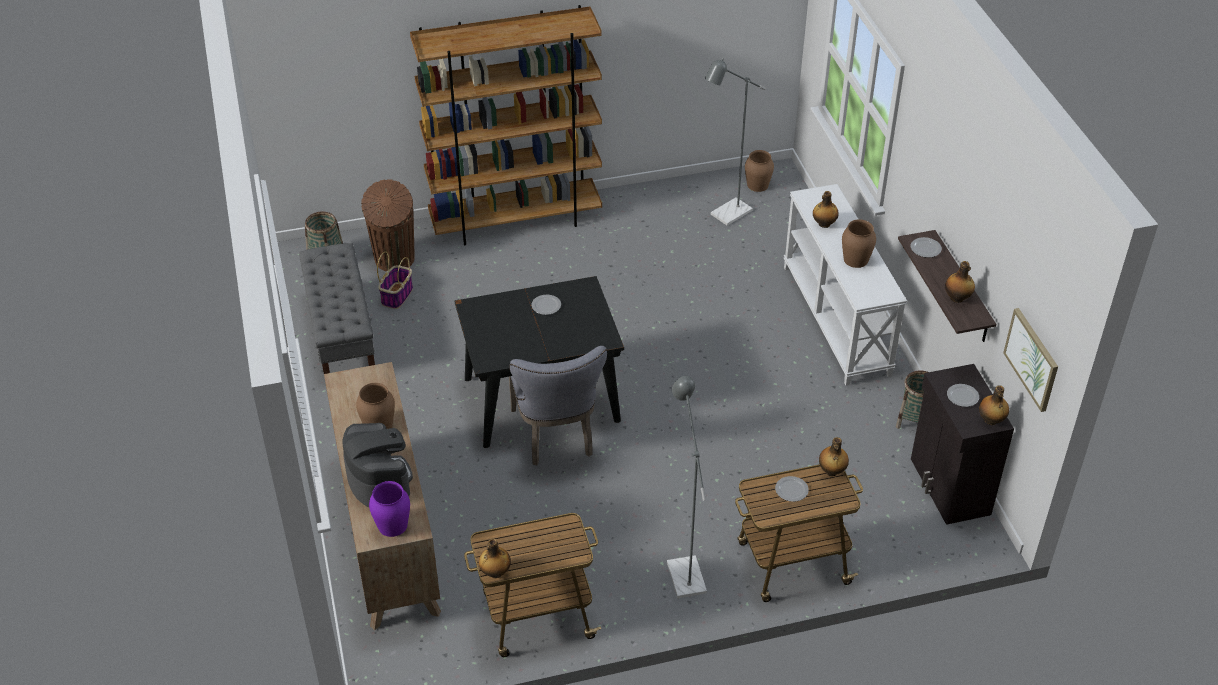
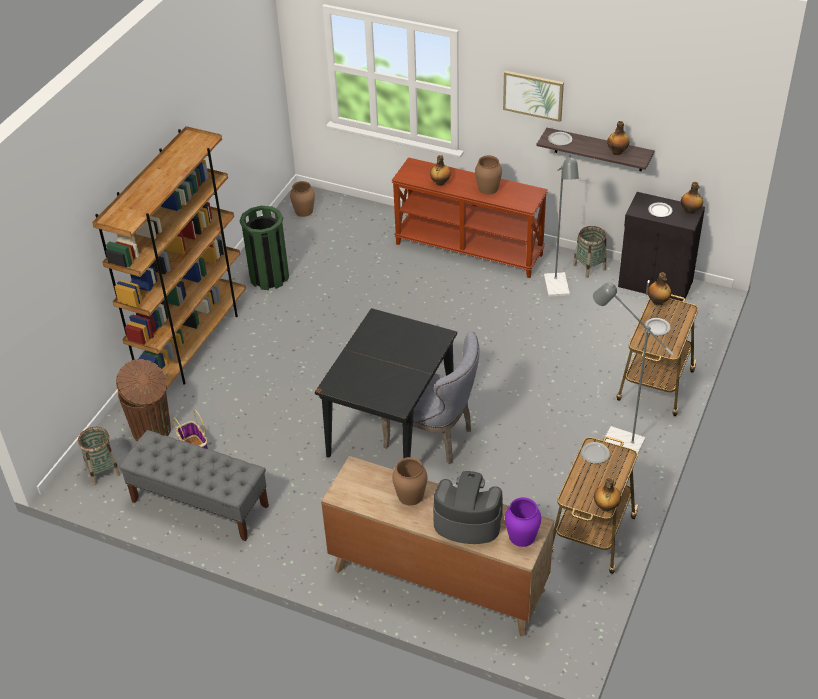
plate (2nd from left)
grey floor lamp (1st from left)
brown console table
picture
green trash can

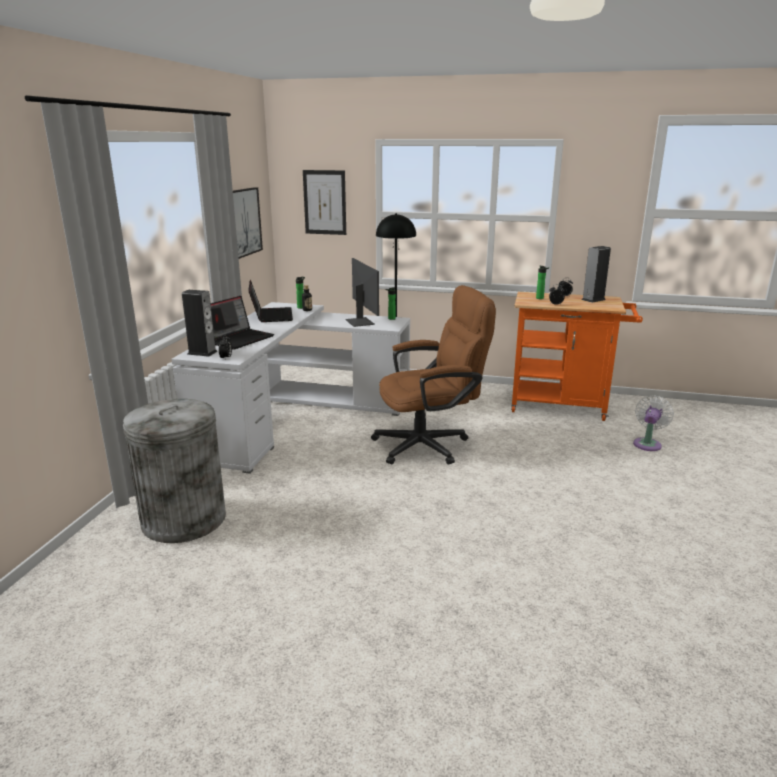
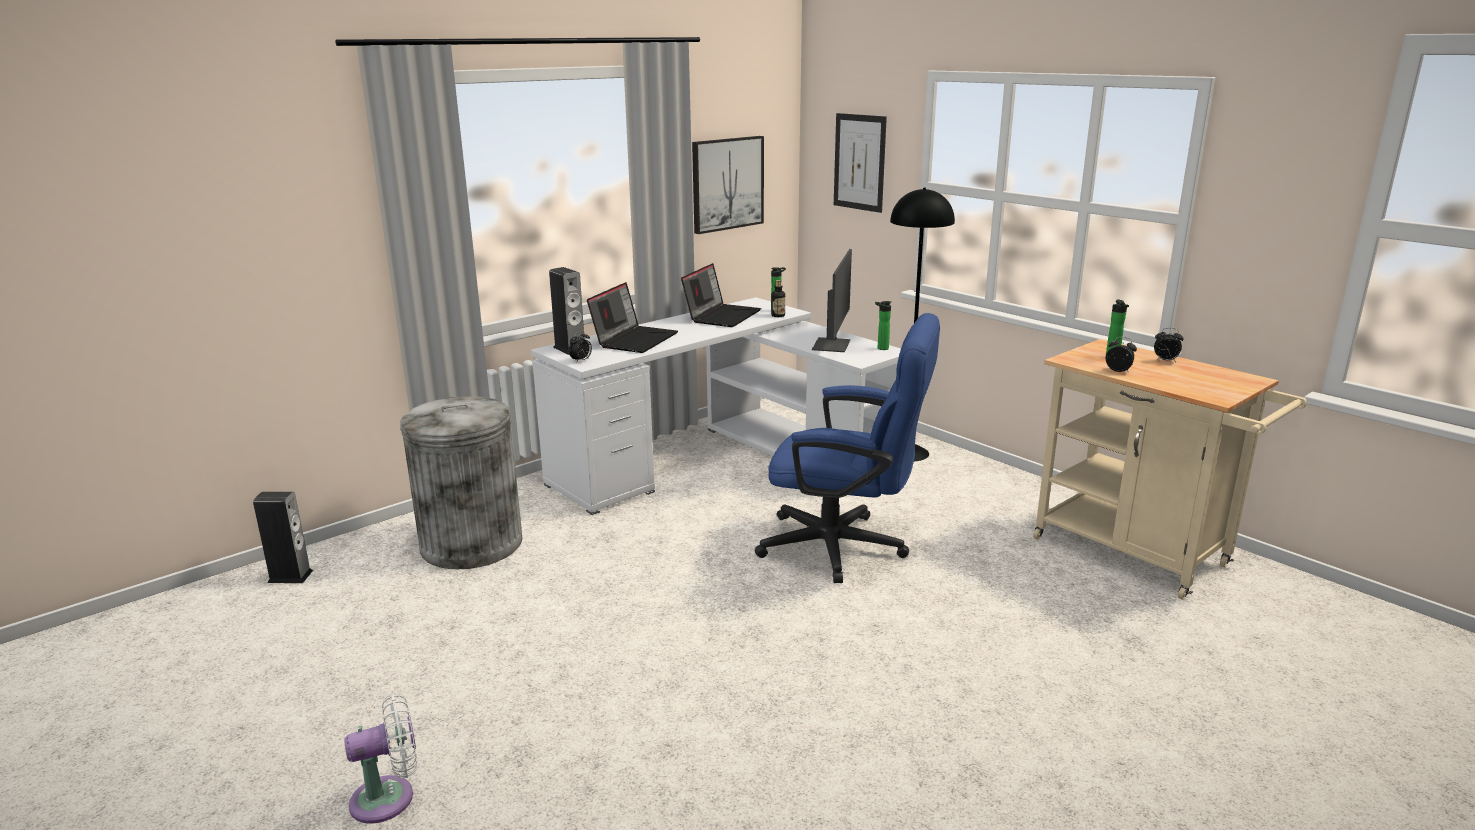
laptop (1st from left)
blue office chair
beige cart
speaker (1st from left)
white fan

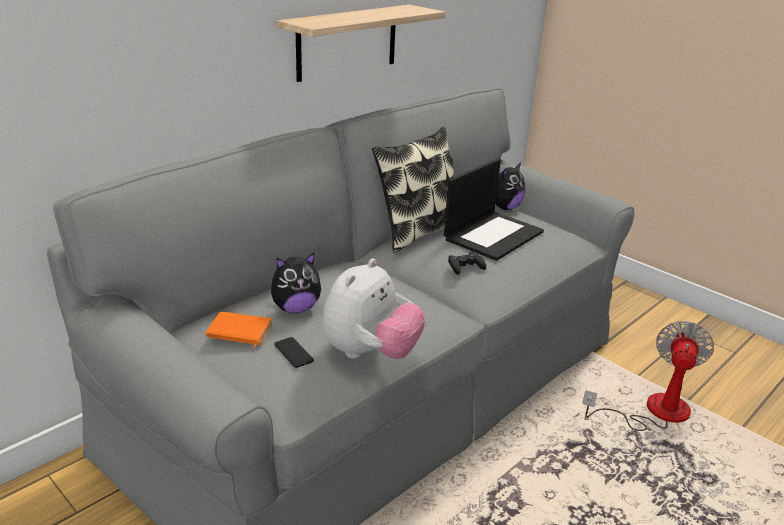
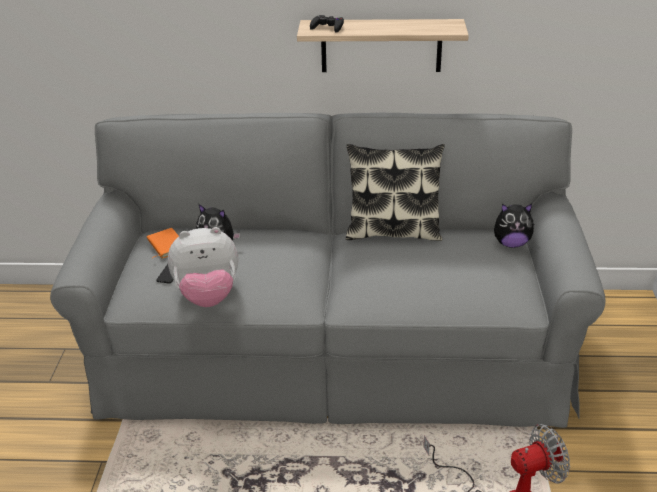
laptop
black game controller

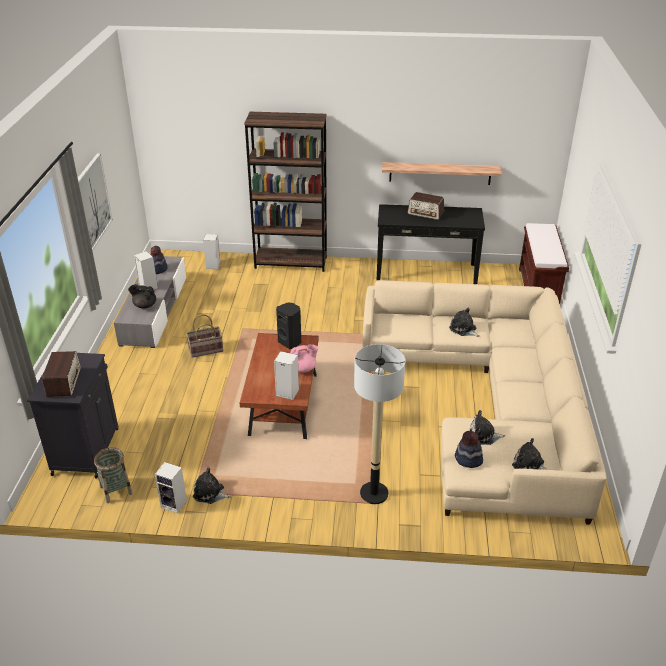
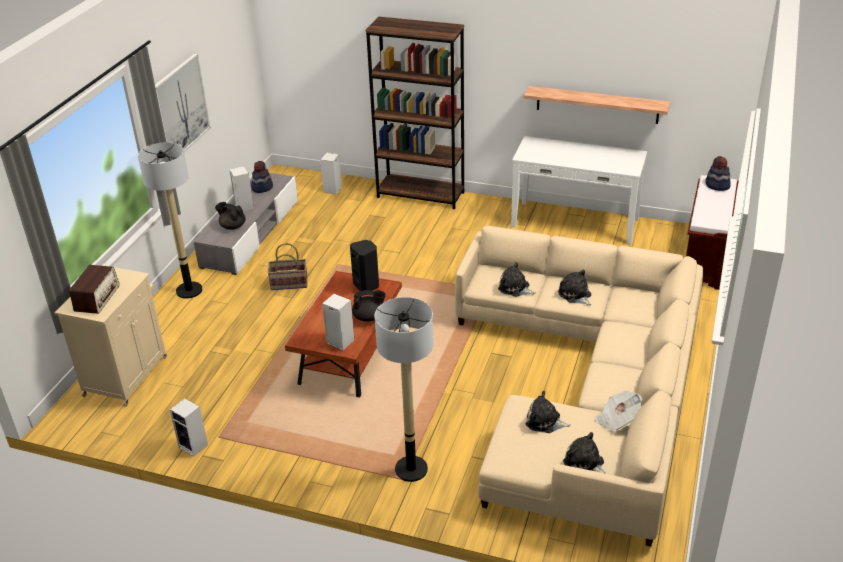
beige cabinet
basket (1st from left in the first image)
plush toy (1st from left)
black teapot (2nd from left)
white console table
radio (2nd from left in the first image)
hat (2nd from left)
floor lamp (1st from left)
newspaper

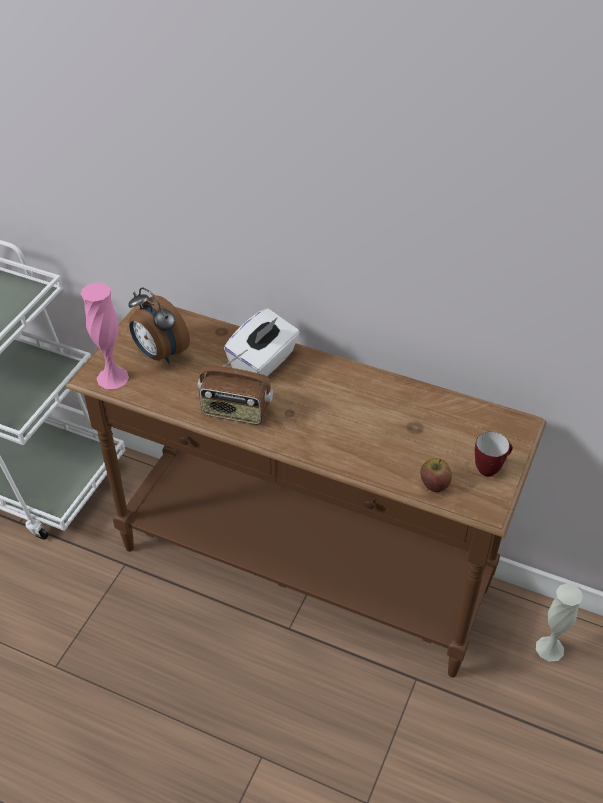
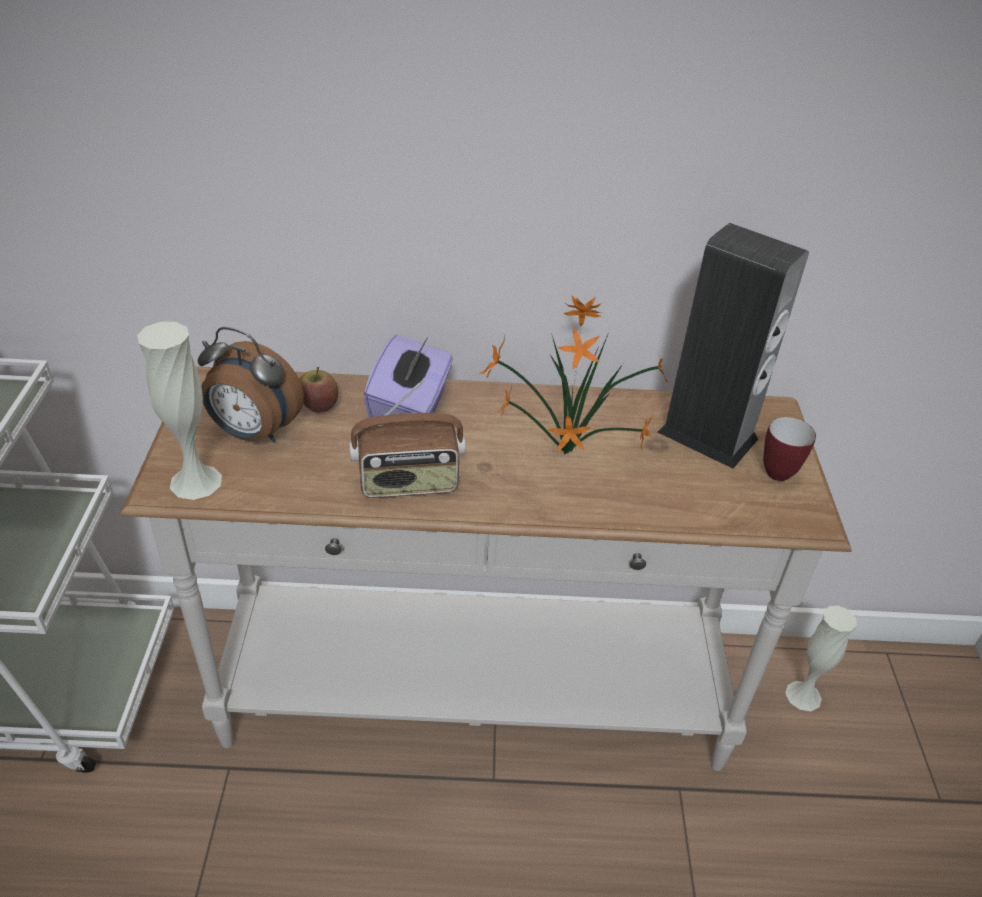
white console table
white vase (1st from left)
purple tissue box
apple
potted plant
speaker

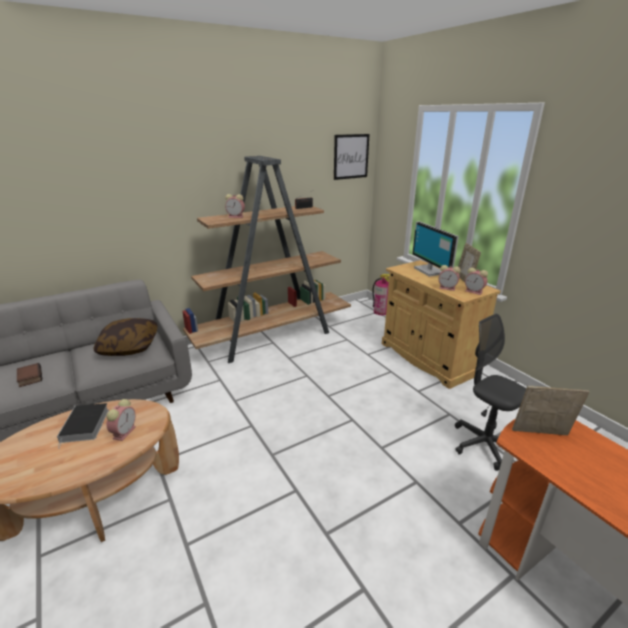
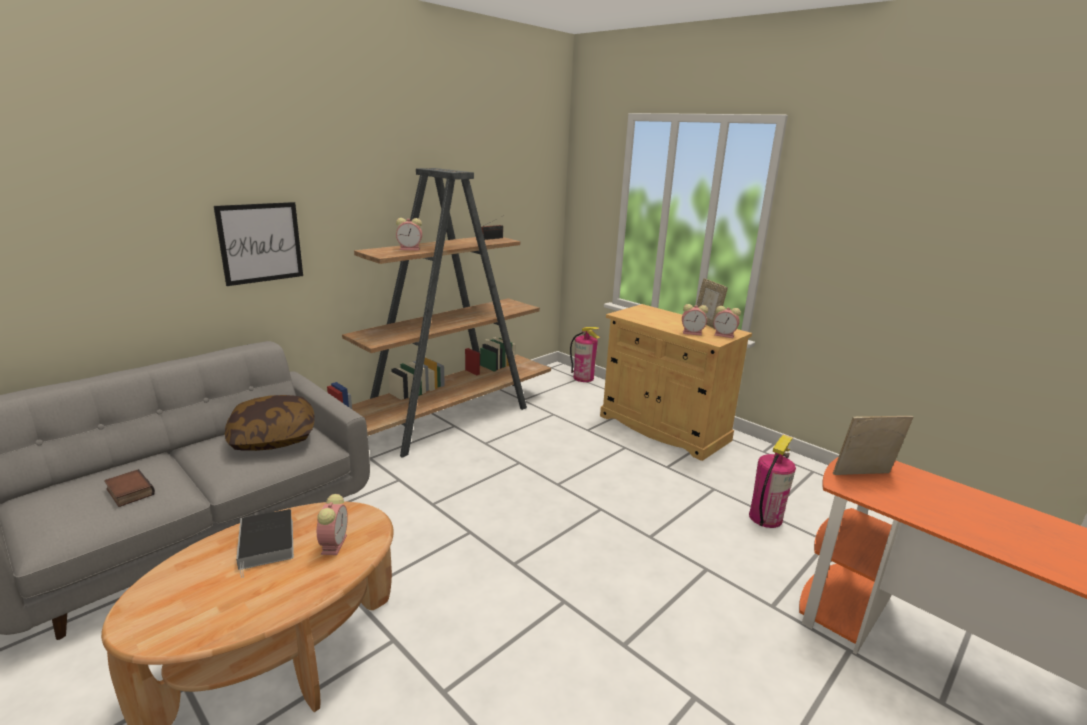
picture
monitor
fire extinguisher (2nd from left)

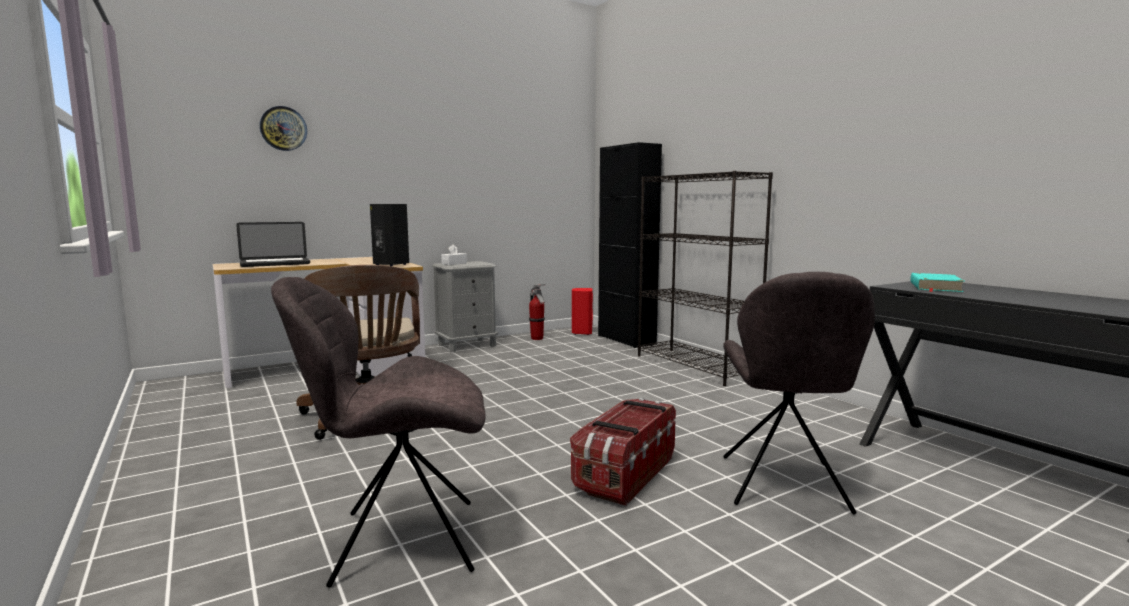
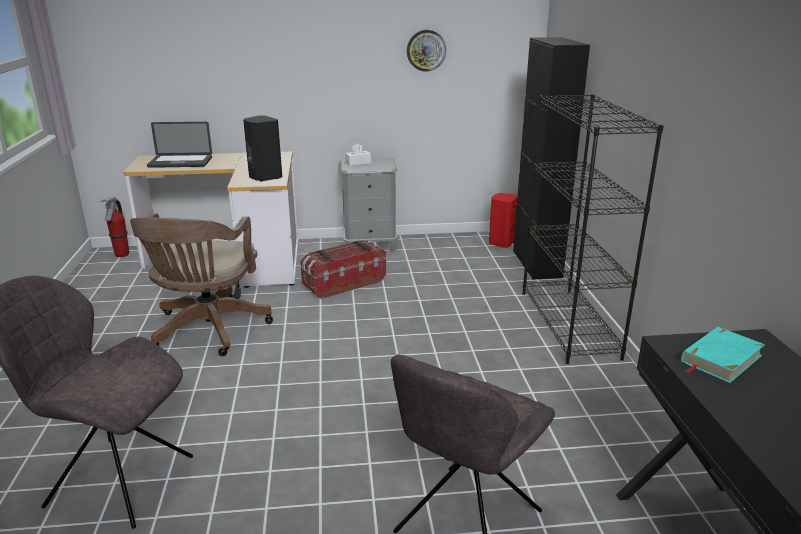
wall clock
fire extinguisher
storage box

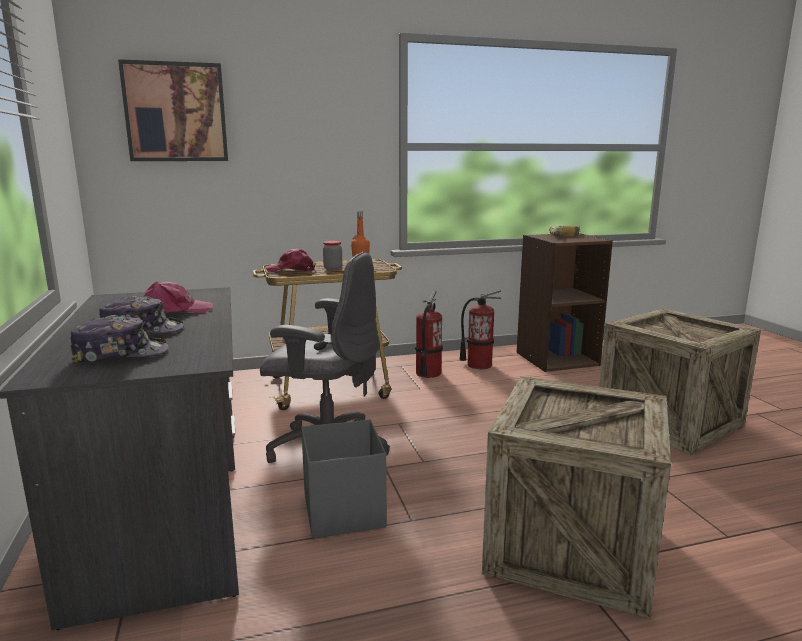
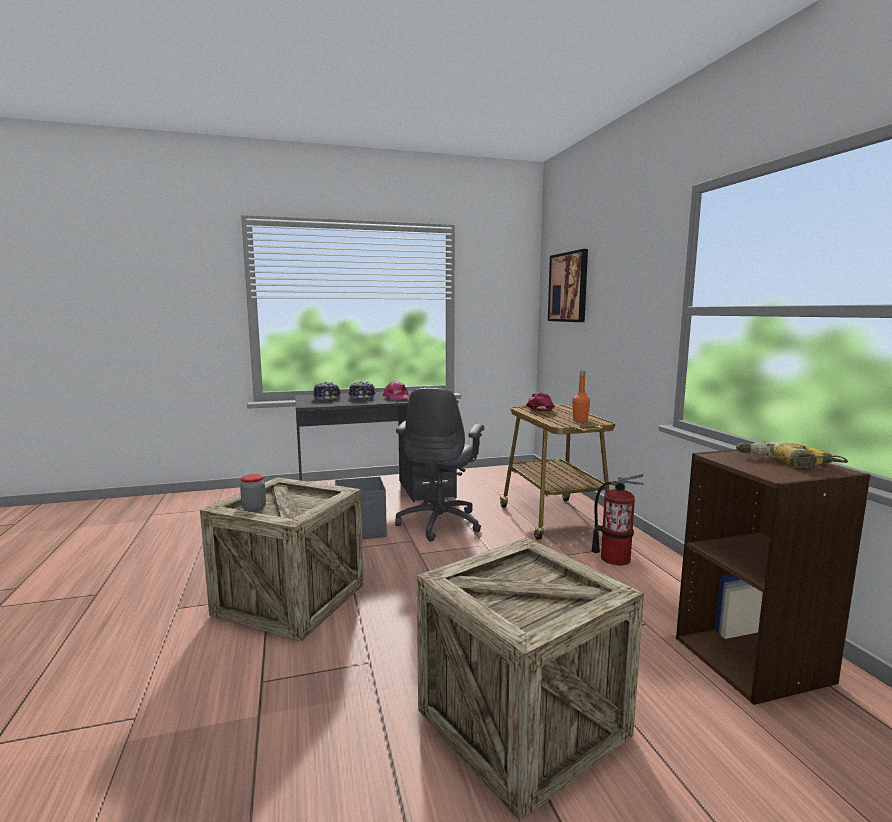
jar
fire extinguisher (2nd from left in the first image)

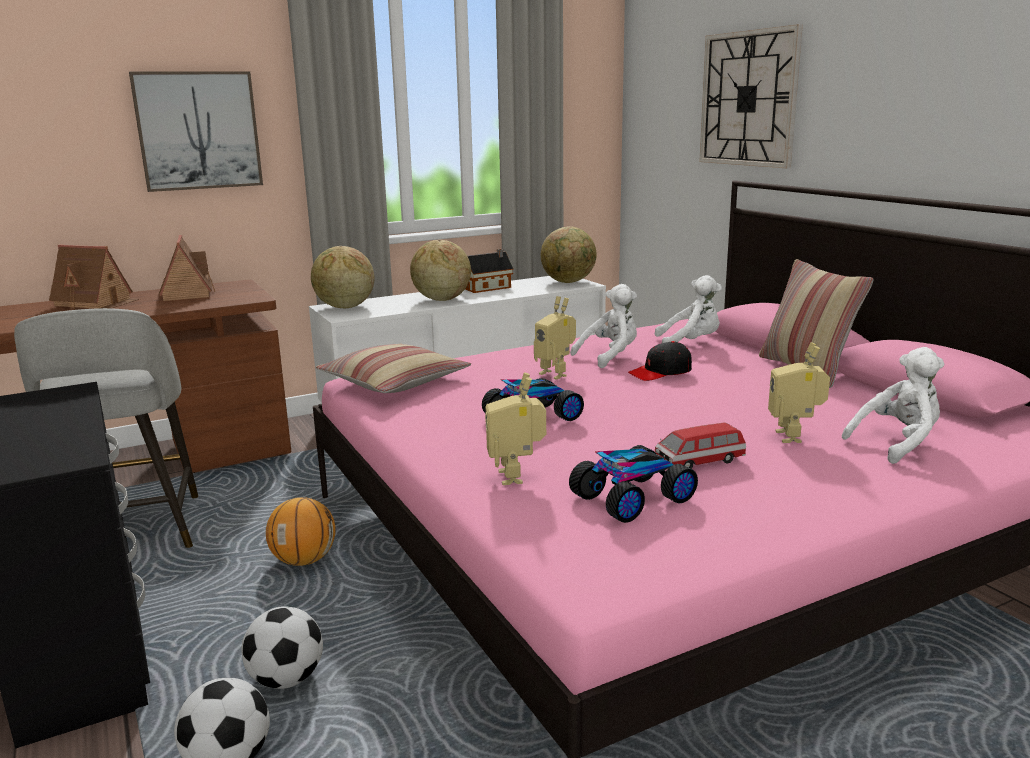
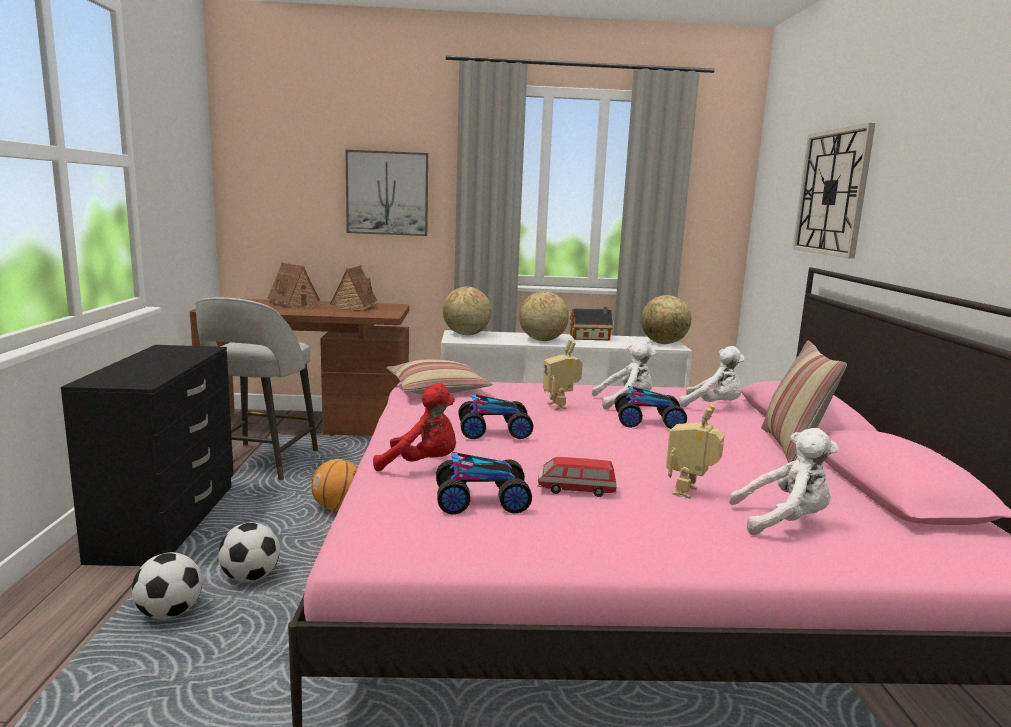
red plush toy
toy car (4th from left)

